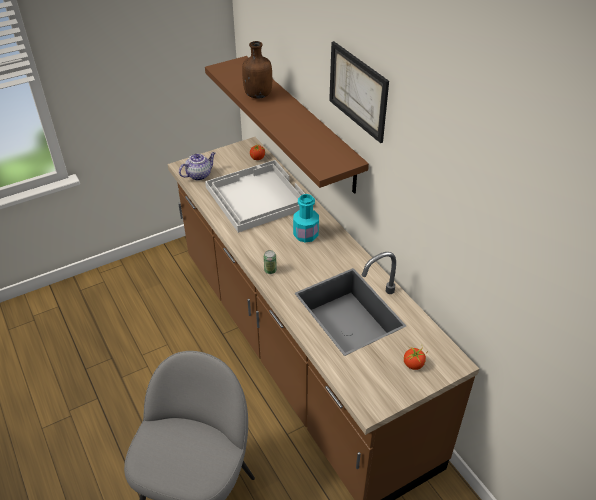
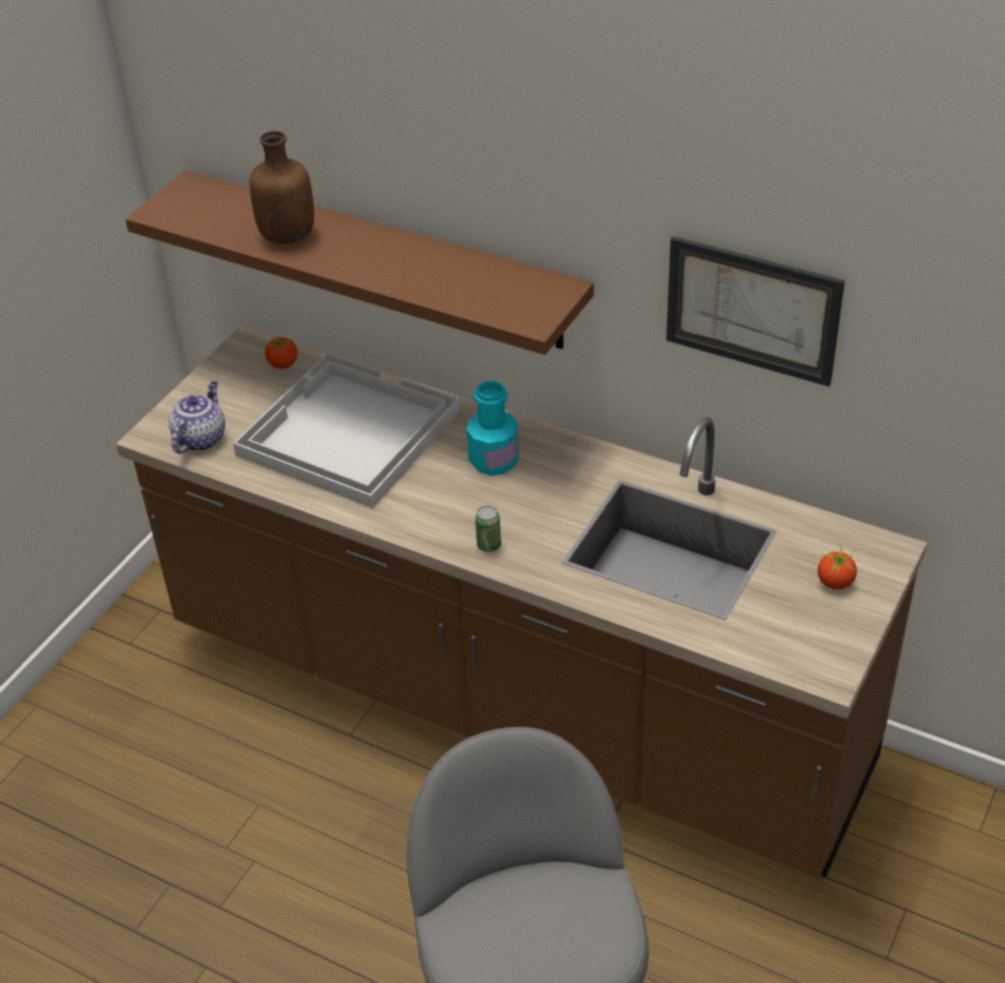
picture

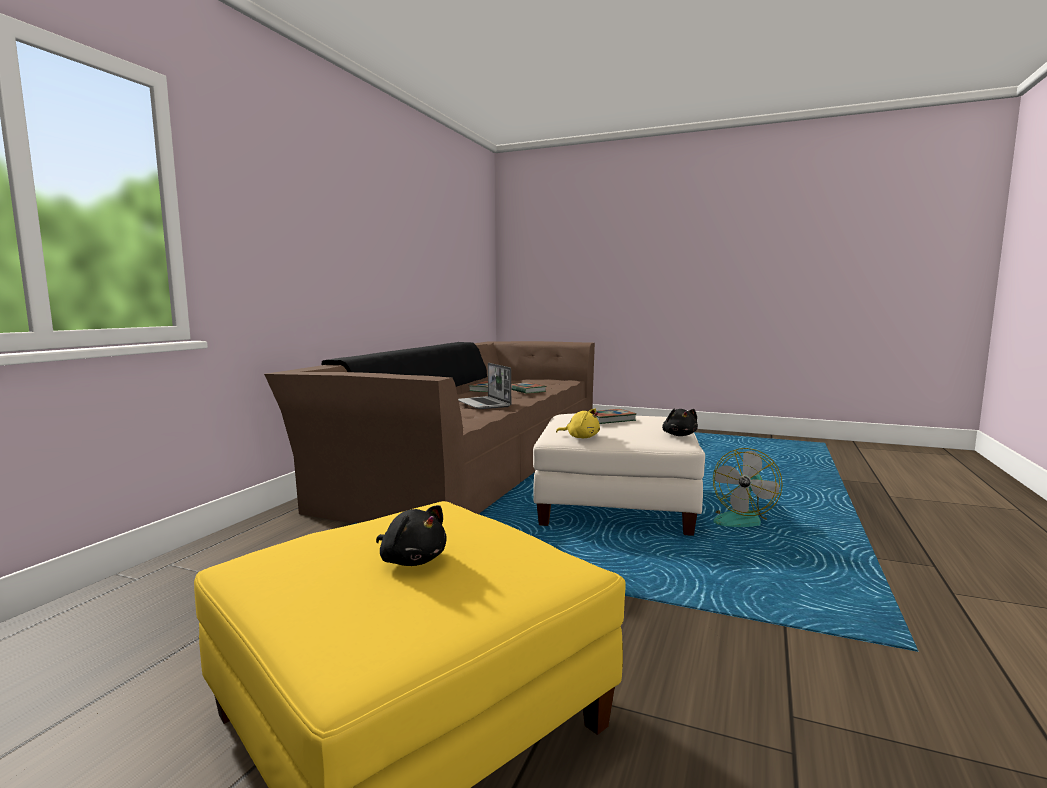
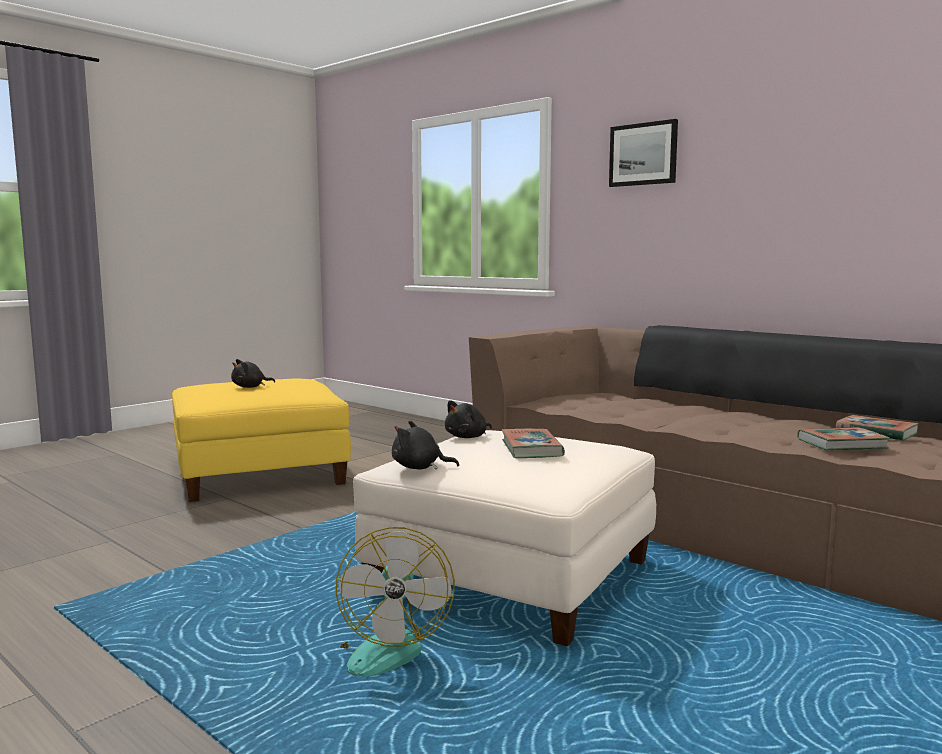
laptop
black plush toy (3rd from left)
fan
picture

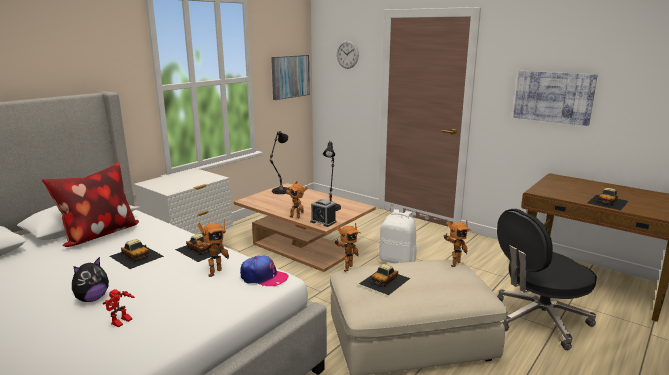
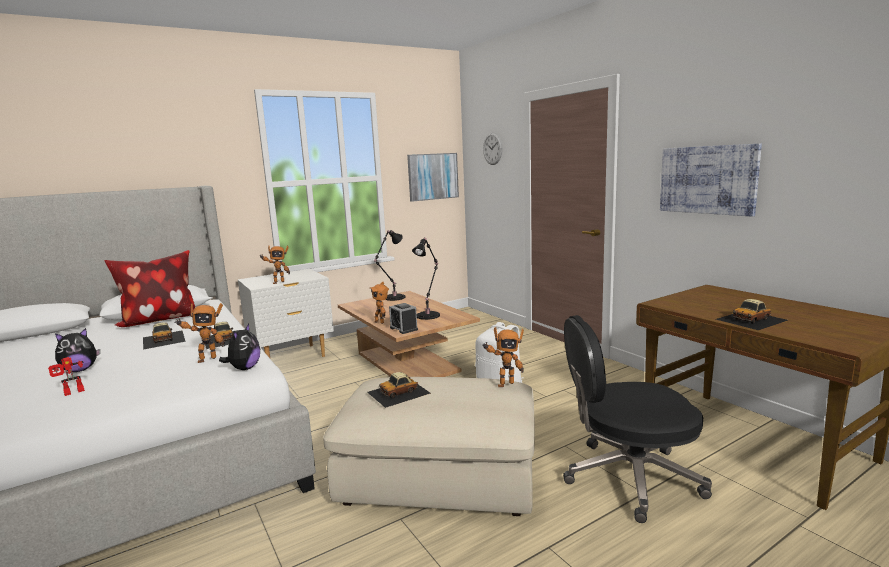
plush toy (2nd from left)
toy robot (3rd from left)

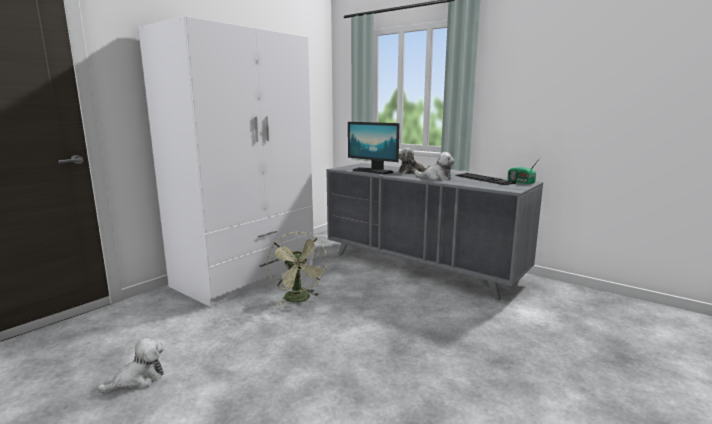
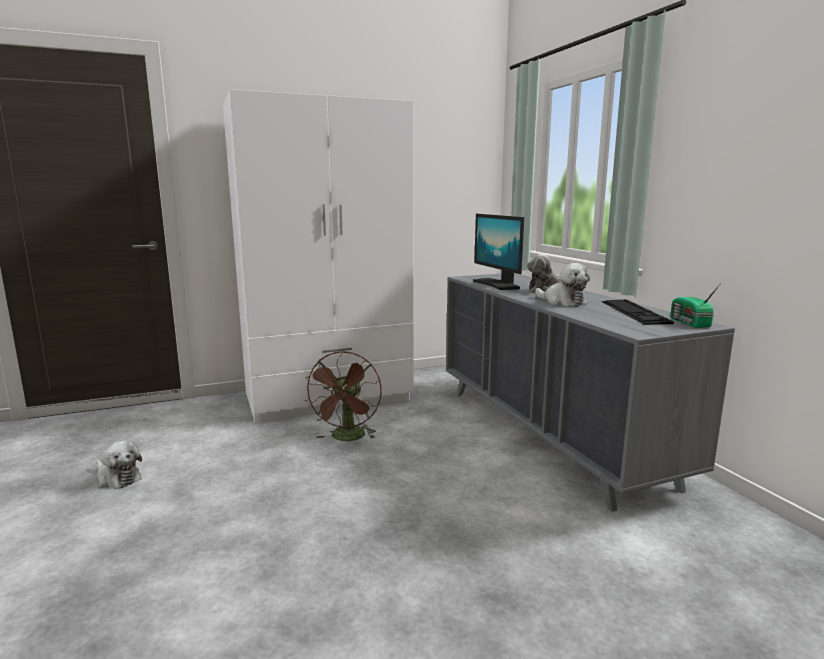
plush toy (1st from left)
brown fan

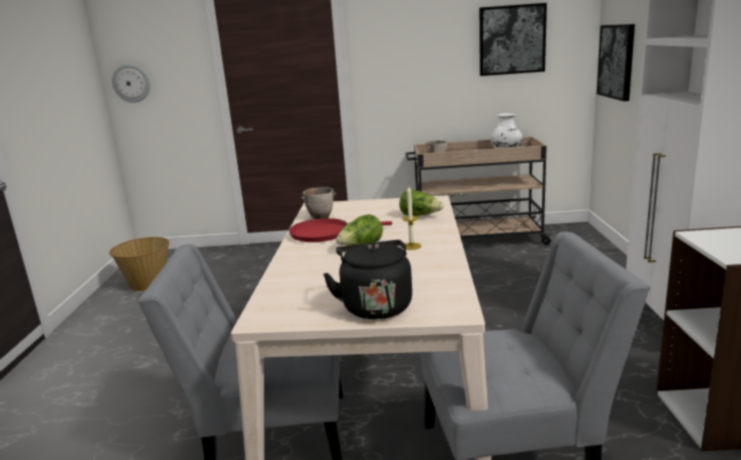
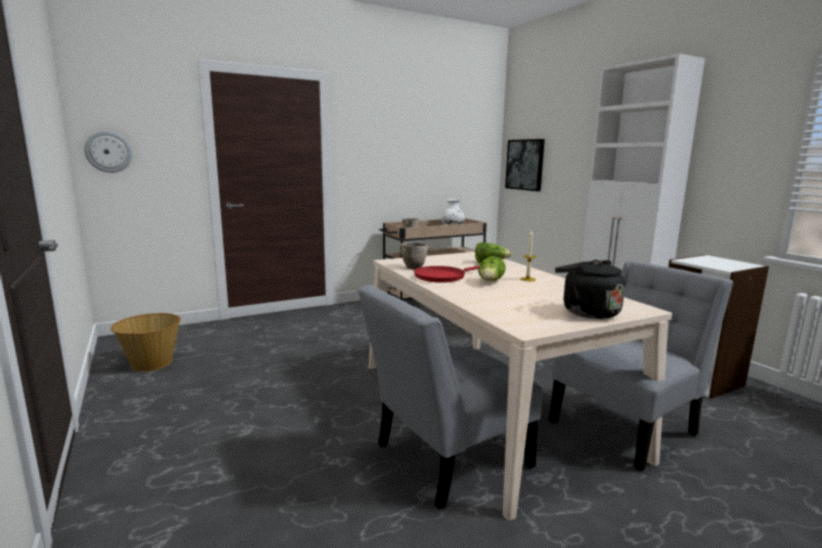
picture (1st from left in the first image)

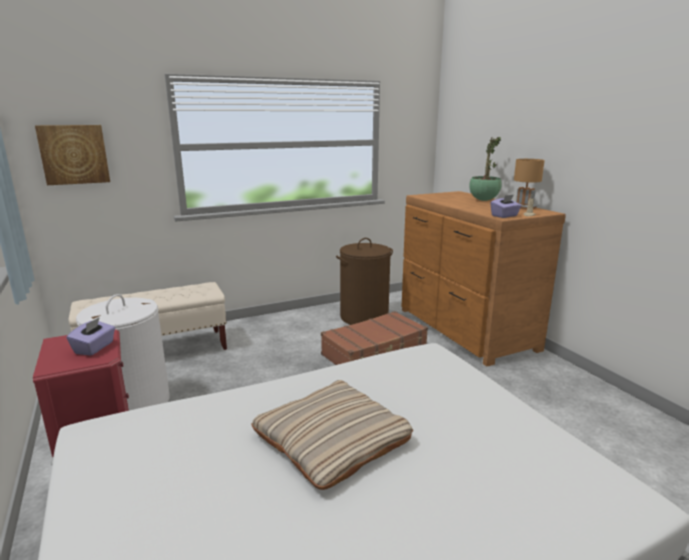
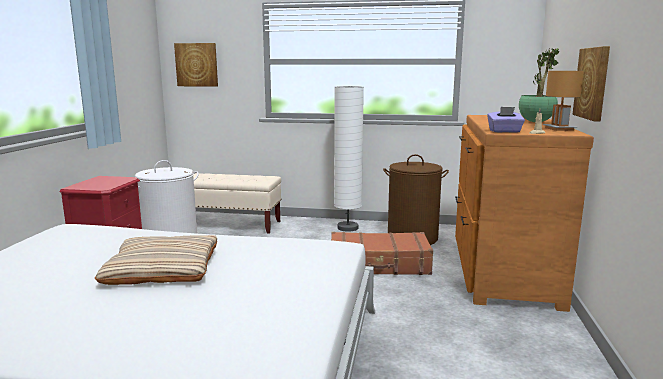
purple tissue box (1st from left in the first image)
white floor lamp
picture (2nd from left)

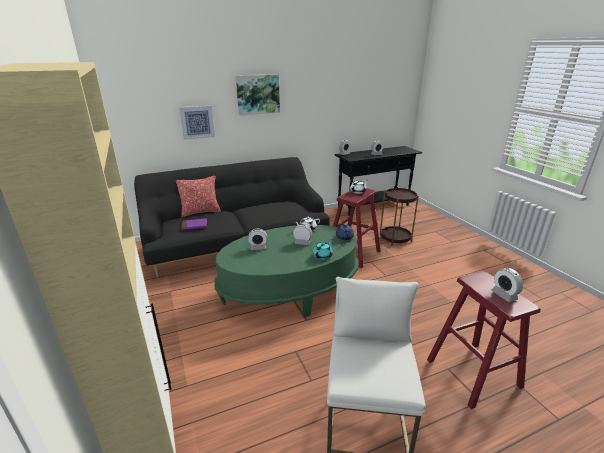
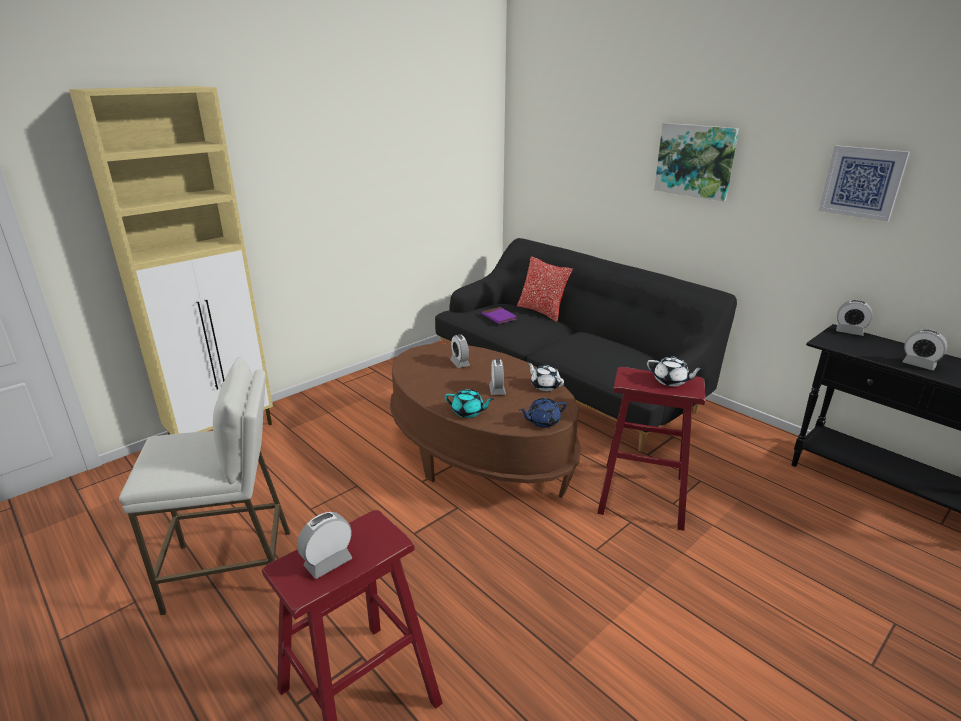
picture (2nd from left)
brown coffee table
brown side table

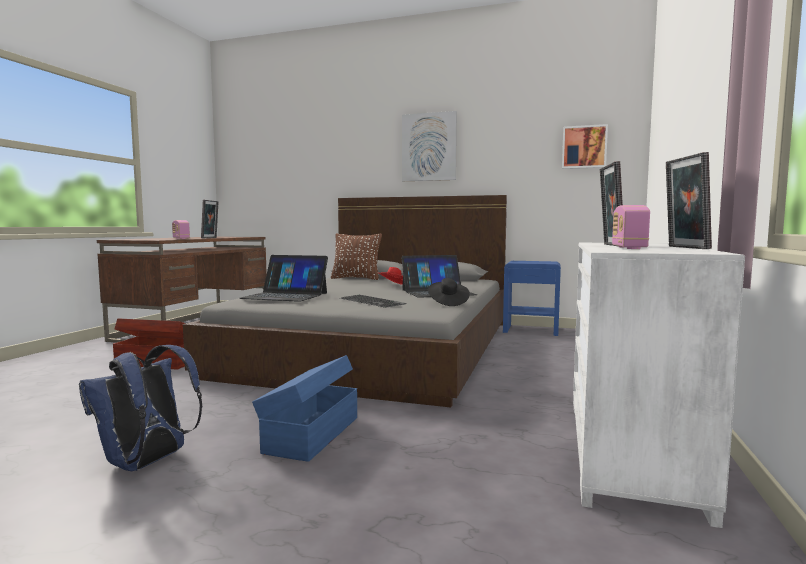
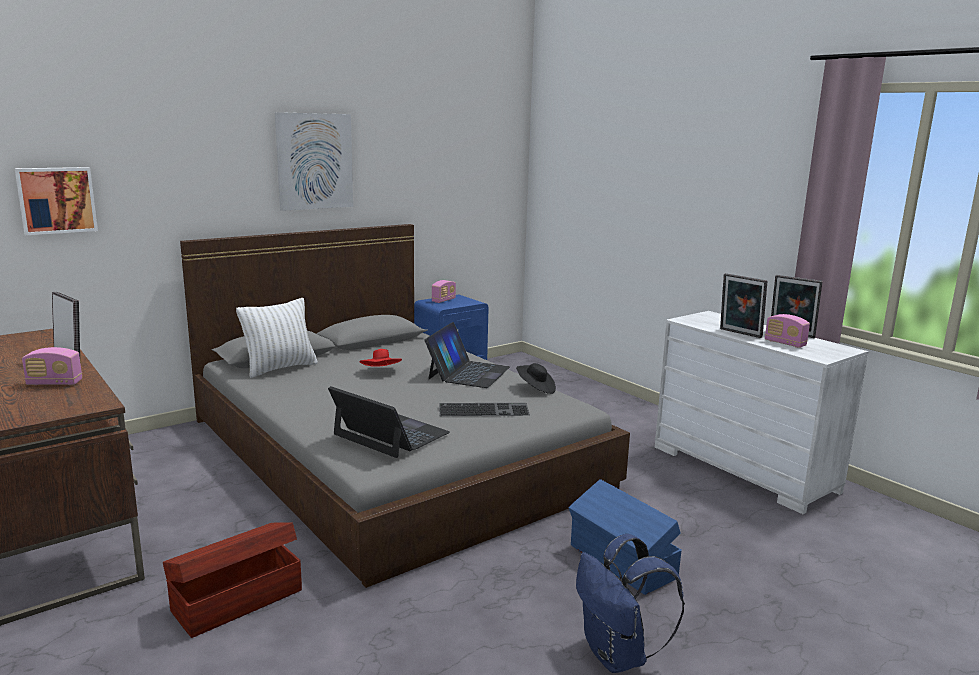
laptop (1st from left)
white pillow
picture (1st from left)
radio (2nd from left)

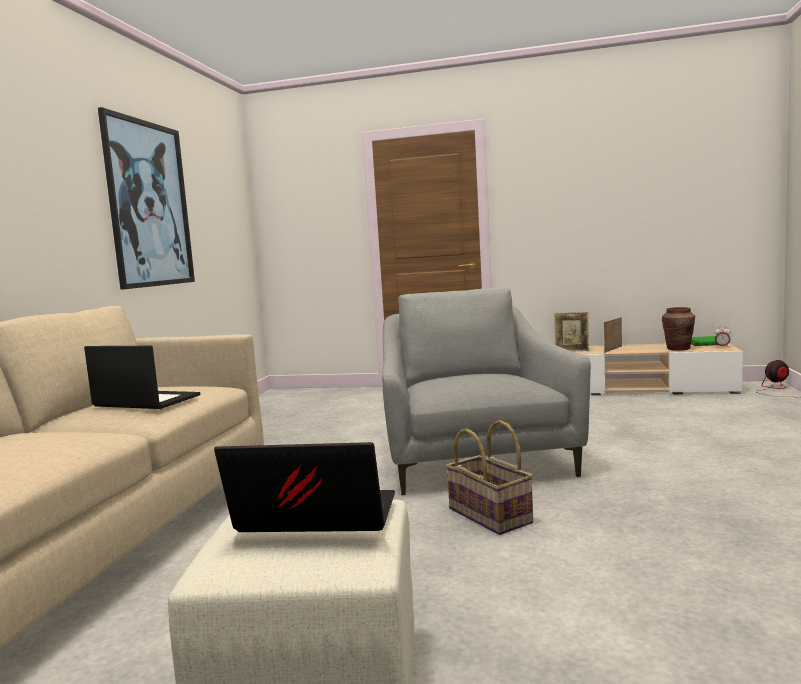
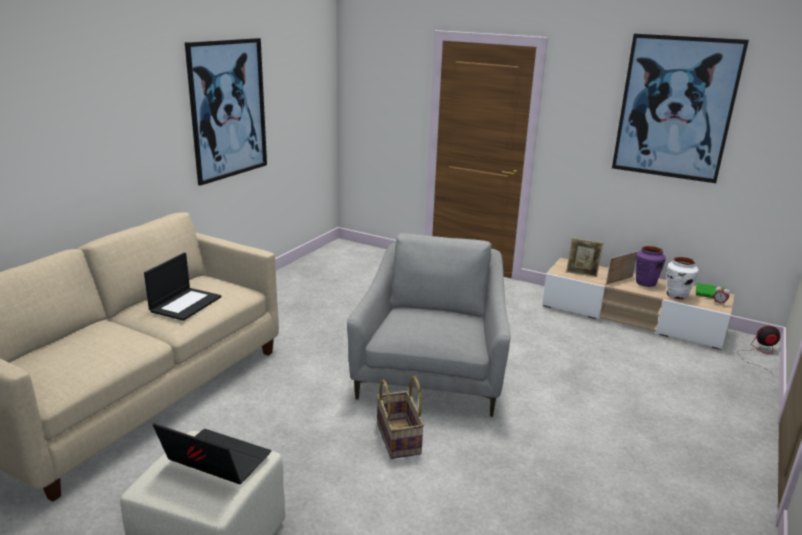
laptop (1st from left)
white vase
picture (2nd from left)
purple vase

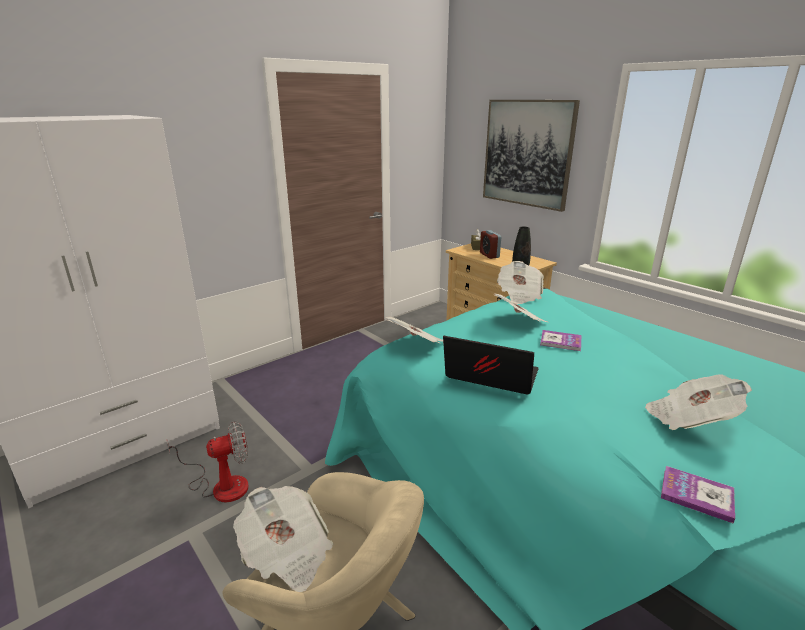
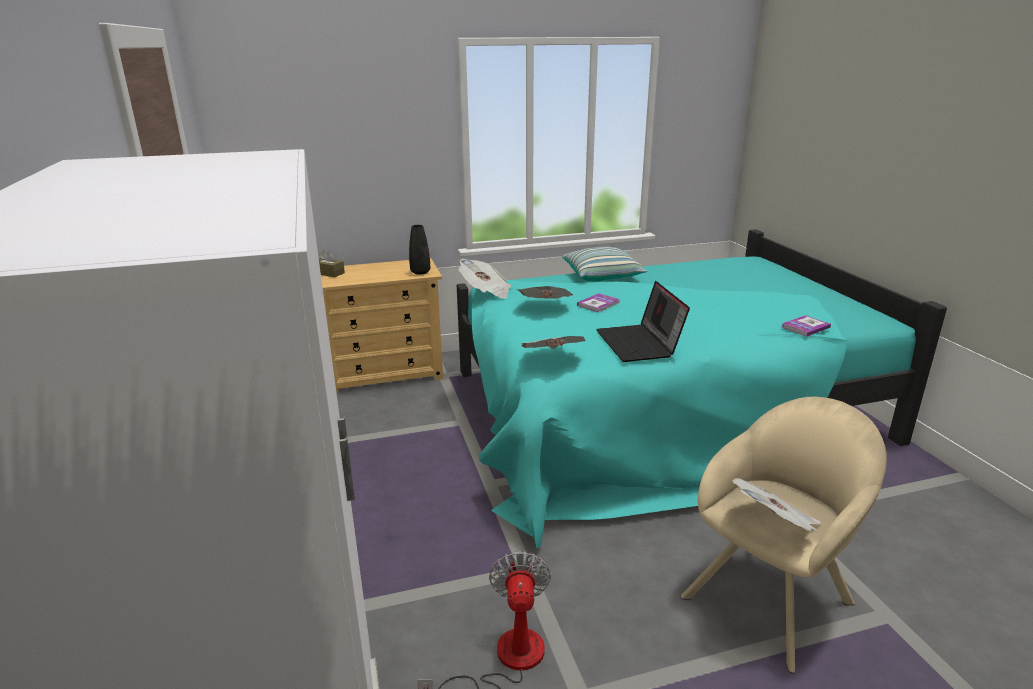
laptop
alarm clock
picture
newspaper (5th from left in the first image)
pillow

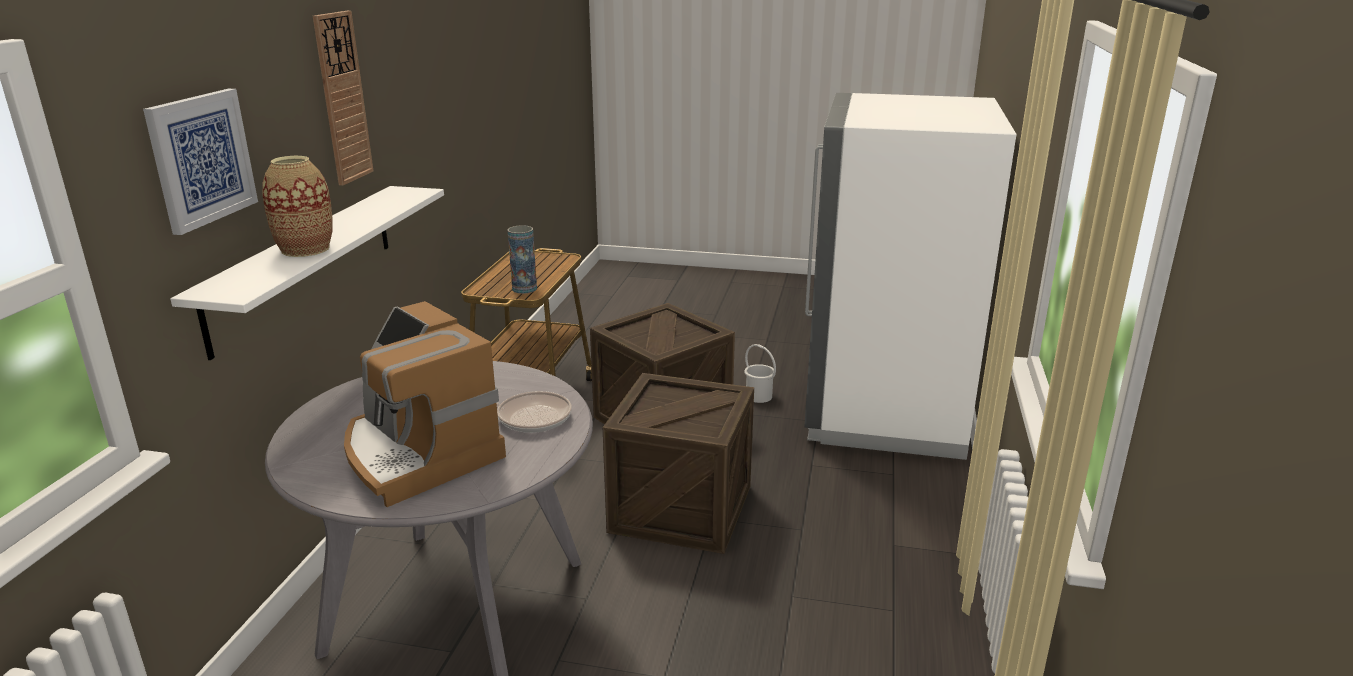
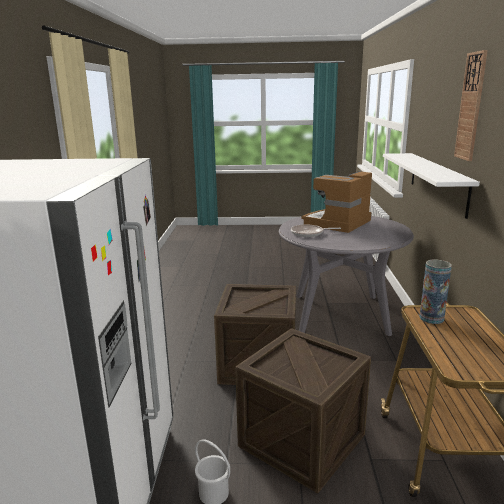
picture
vase (1st from left in the first image)
coffee machine

